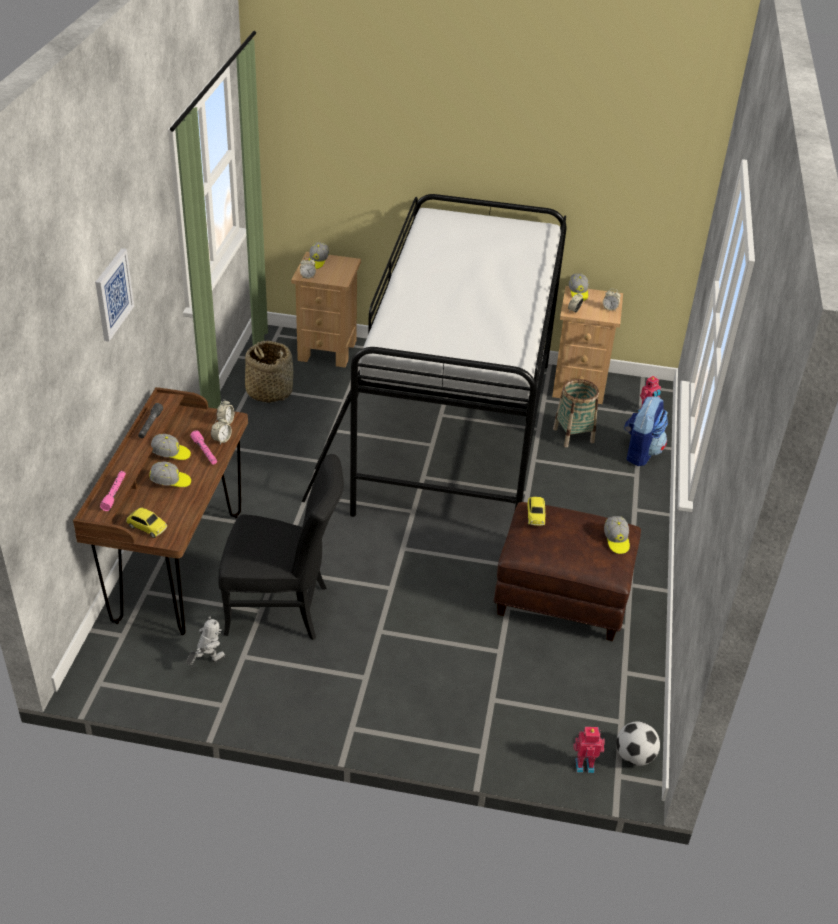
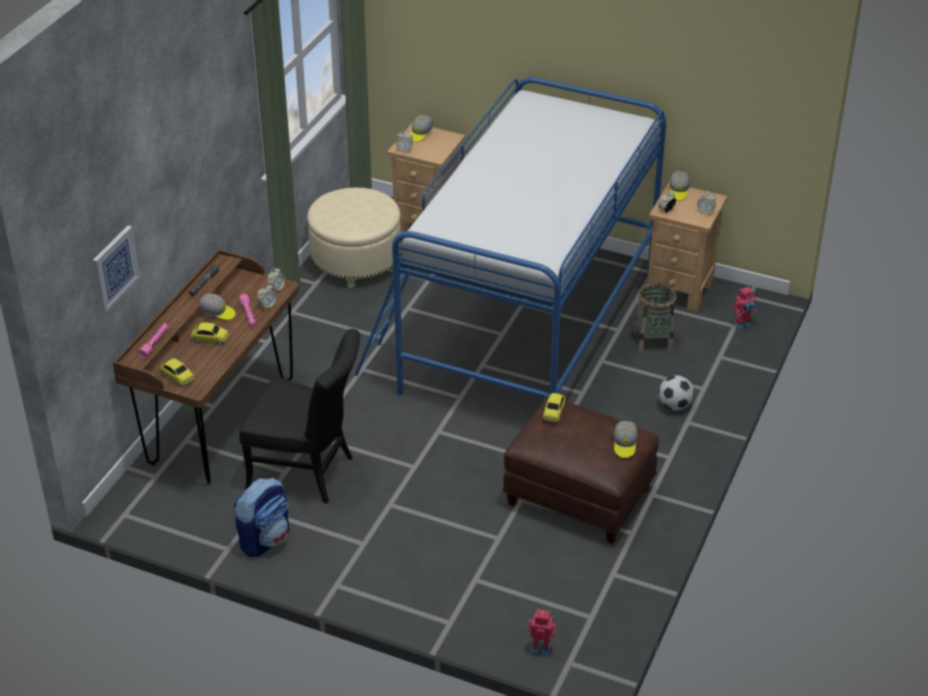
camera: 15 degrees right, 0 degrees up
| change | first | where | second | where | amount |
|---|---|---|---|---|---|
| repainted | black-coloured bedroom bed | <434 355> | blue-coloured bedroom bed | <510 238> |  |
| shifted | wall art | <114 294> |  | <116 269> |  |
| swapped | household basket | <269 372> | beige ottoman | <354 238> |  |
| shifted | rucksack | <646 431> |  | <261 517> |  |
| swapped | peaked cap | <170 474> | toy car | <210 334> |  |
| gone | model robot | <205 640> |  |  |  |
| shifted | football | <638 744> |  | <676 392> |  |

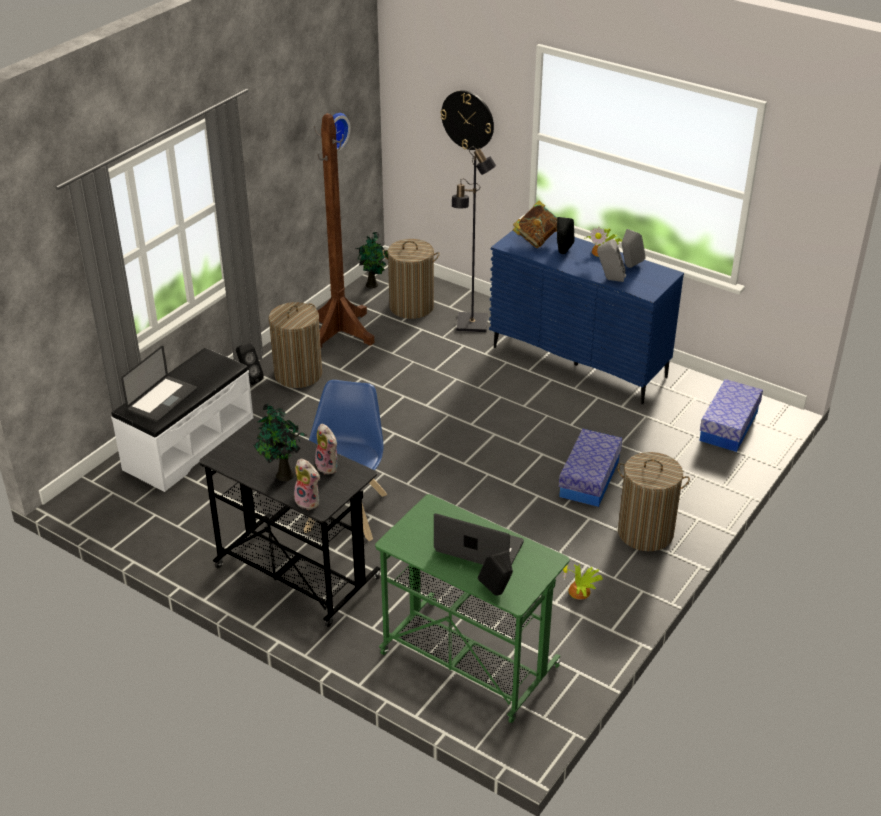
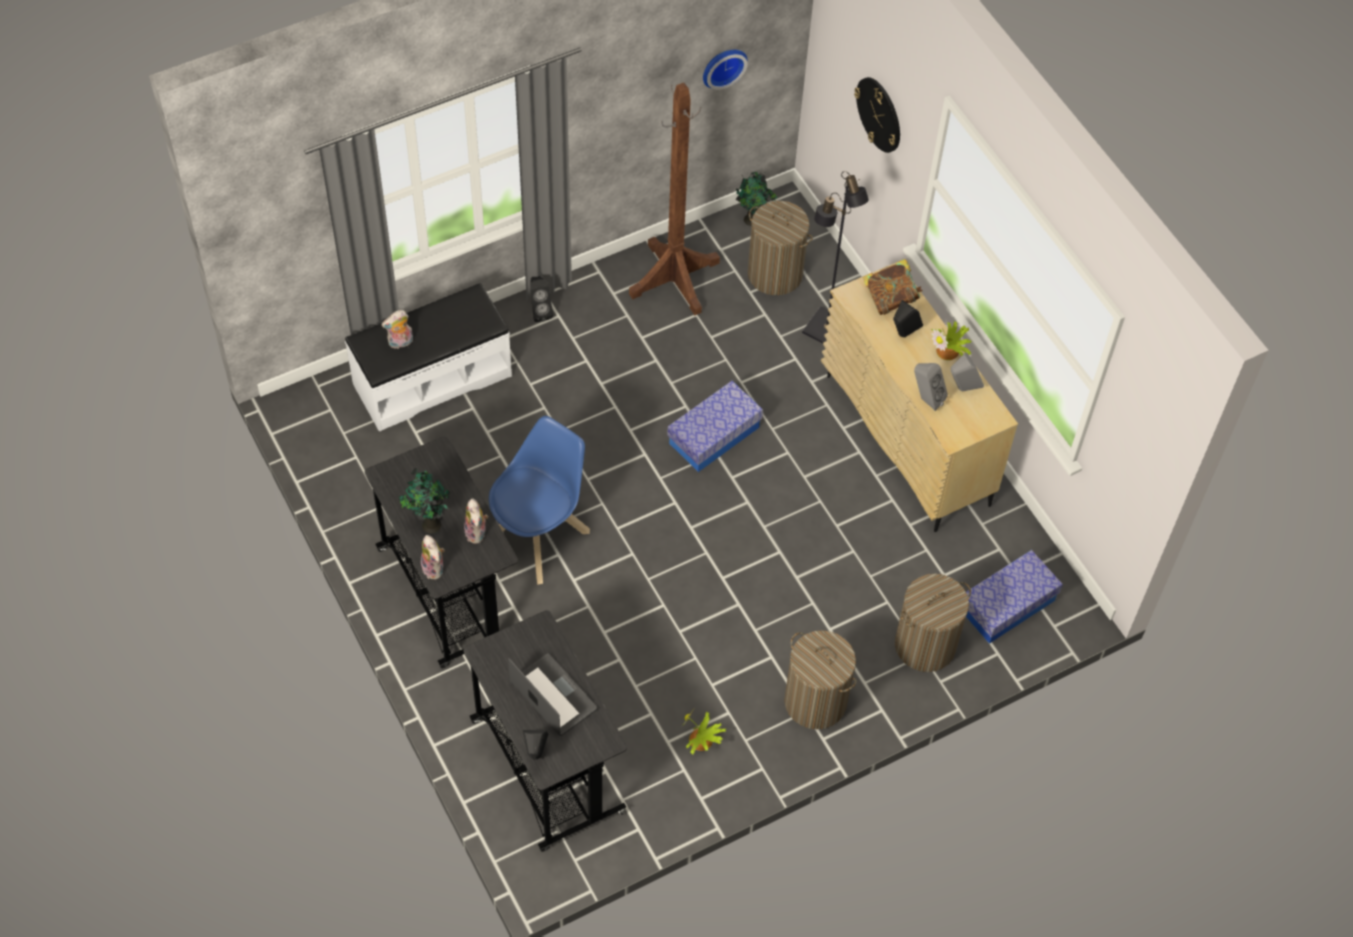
camera: 25 degrees right, 20 degrees up
| change | first | where | second | where | amount |
|---|---|---|---|---|---|
| repainted | blue-coloured drawer chest | <586 317> | beige drawer chest | <919 396> |  |
| shifted | laundry basket | <295 345> |  | <933 623> |  |
| swapped | laptop | <159 384> | cuddly toy | <397 329> |  |
| shifted | storage box | <590 468> |  | <715 426> |  |
| repainted | green desk unit | <472 608> | black-coloured desk unit | <545 731> |  |

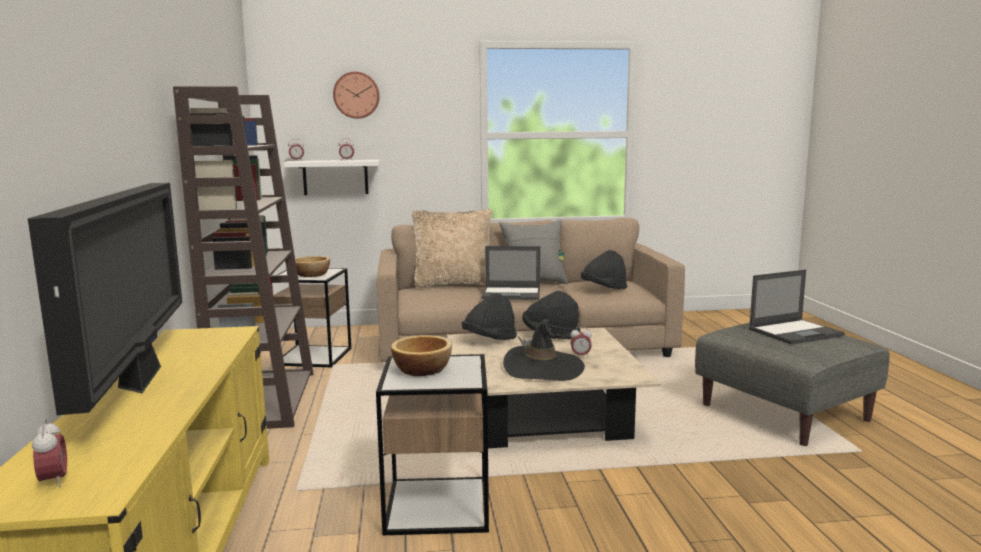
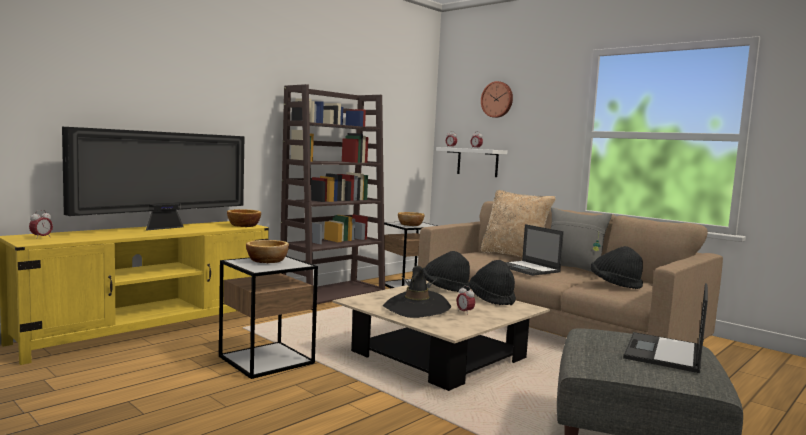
camera: 50 degrees right, 5 degrees down
| change | first | where | second | where | amount |
|---|---|---|---|---|---|
| rotated | laptop | <797 307> |  | <665 328> | 90 degrees clockwise |
| new |  |  | serving bowl | <244 218> |  |

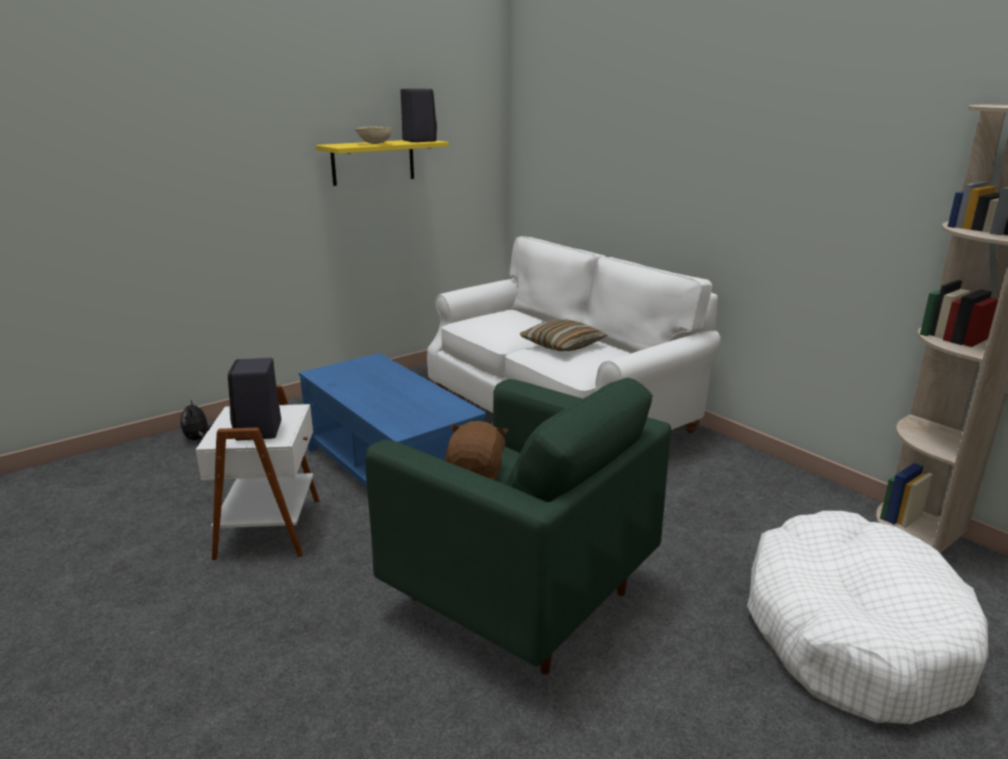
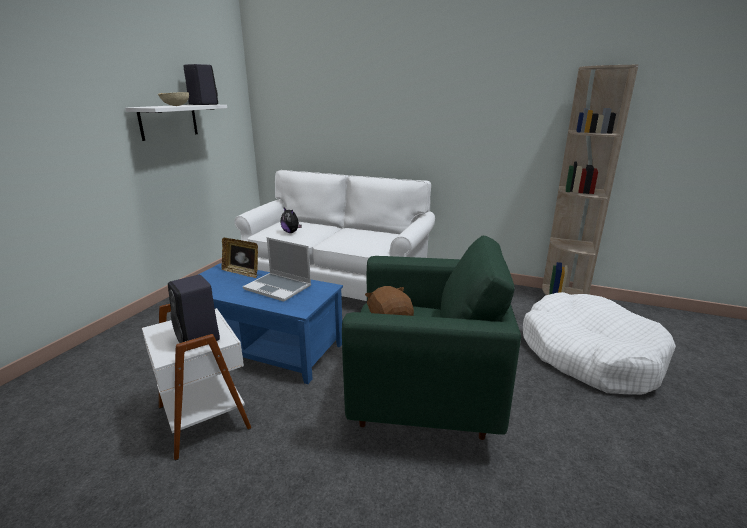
camera: 30 degrees left, 0 degrees up
| change | first | where | second | where | amount |
|---|---|---|---|---|---|
| repainted | yellowish bracket shelf | <382 163> | white-coloured bracket shelf | <176 123> |  |
| gone | cushion | <563 335> |  |  |  |
| shifted | cuddly toy | <196 419> |  | <291 220> |  |
| new |  |  | laptop | <277 269> |  |
| new |  |  | photo frame | <239 258> |  |

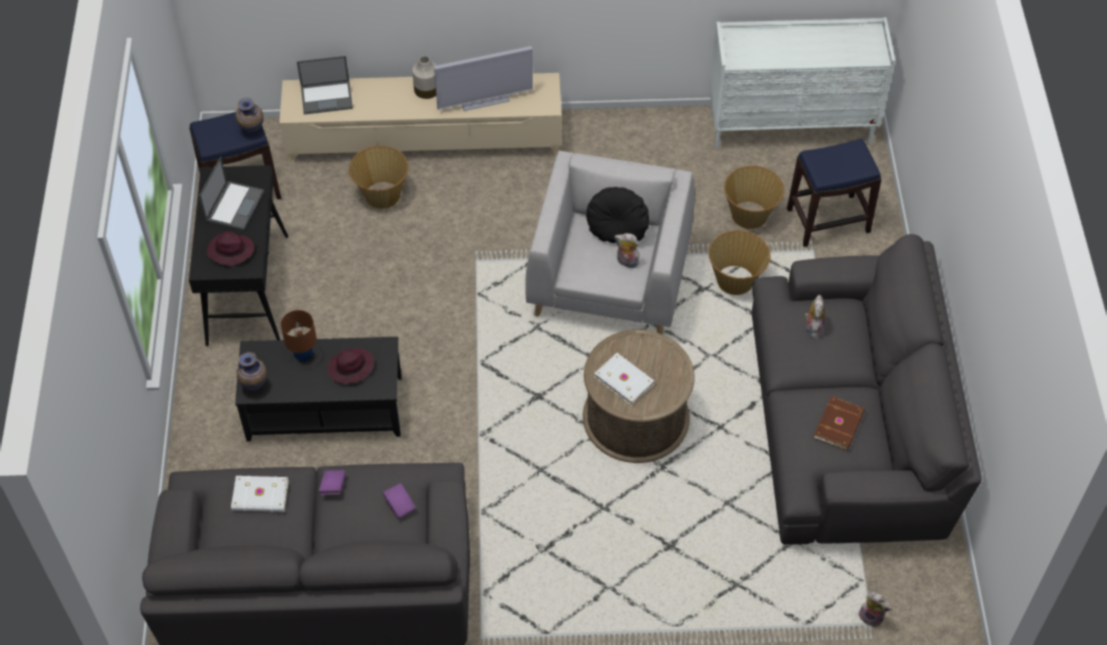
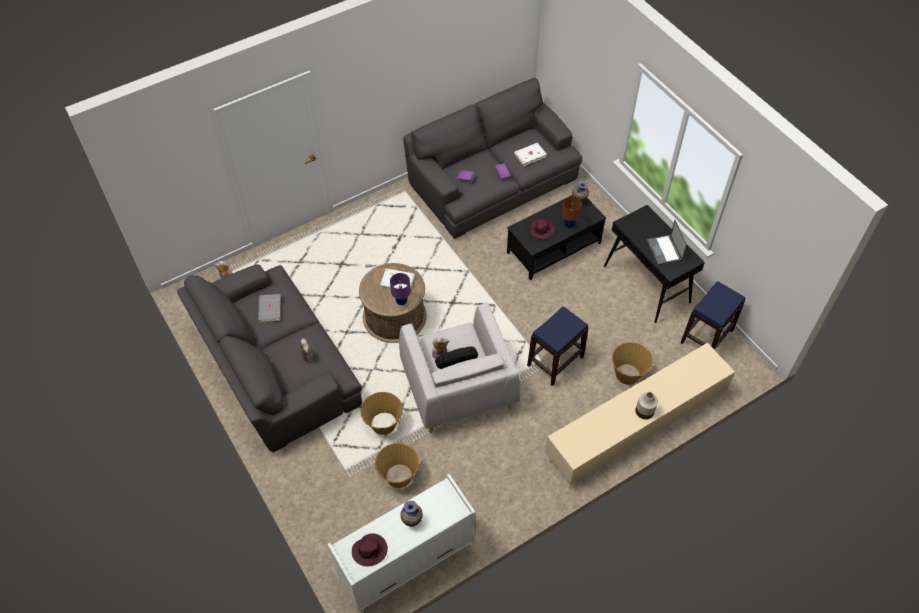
camera: 150 degrees right, 0 degrees up
| change | first | where | second | where | amount |
|---|---|---|---|---|---|
| gone | TV | <483 78> |  |  |  |
| gone | laptop | <325 85> |  |  |  |
| shifted | decorative vase | <249 114> |  | <411 514> |  |
| shifted | sitting stool | <834 193> |  | <558 346> |  |
| shifted | purple clothing hat | <230 248> |  | <370 549> |  |
| repainted | brownish book | <839 423> | greyish book | <269 308> |  |
| new |  |  | purple table lamp | <400 289> |  |

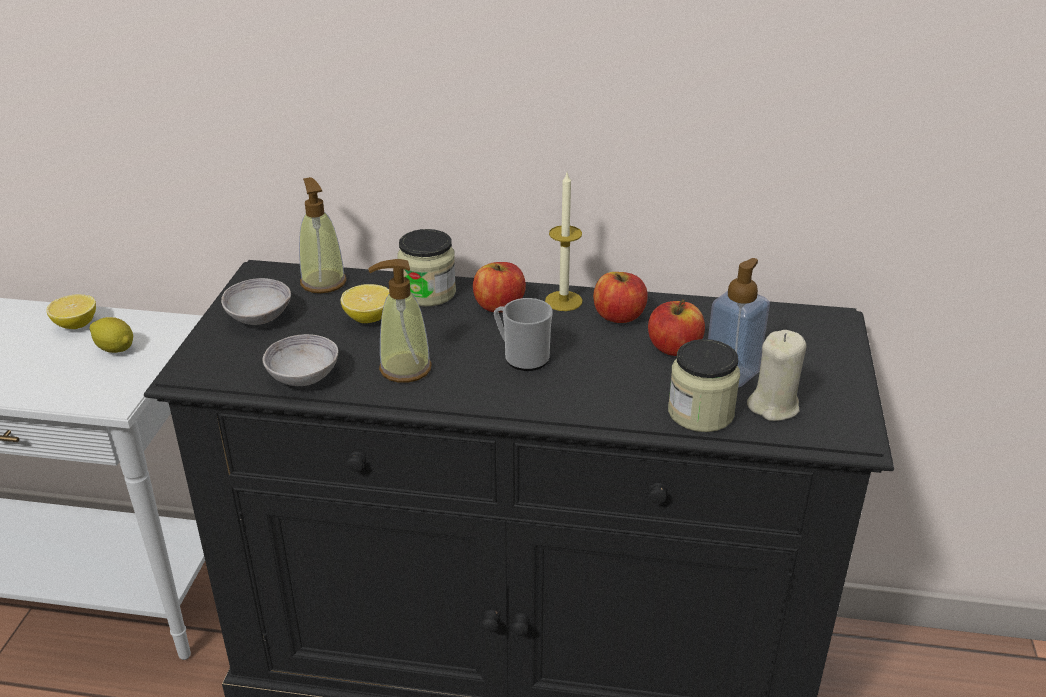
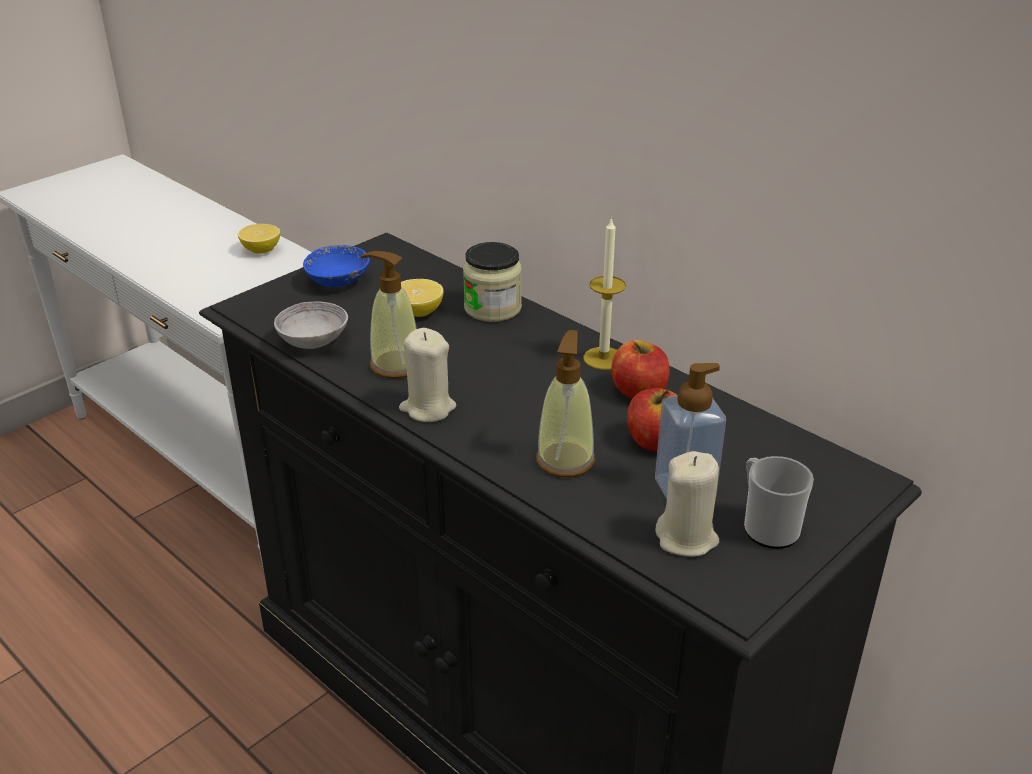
camera: 35 degrees right, 0 degrees up
| change | first | where | second | where | amount |
|---|---|---|---|---|---|
| shifted | soap bottle | <323 235> |  | <565 403> |  |
| gone | apple fruit | <499 287> |  |  |  |
| repainted | greyish serving bowl | <256 301> | blue-coloured serving bowl | <336 266> |  |
| shifted | coffee mug | <523 334> |  | <779 502> |  |
| gone | whole lemon | <111 335> |  |  |  |
| gone | storage jar | <704 385> |  |  |  |
| new |  |  | beige wax candle | <427 375> |  |

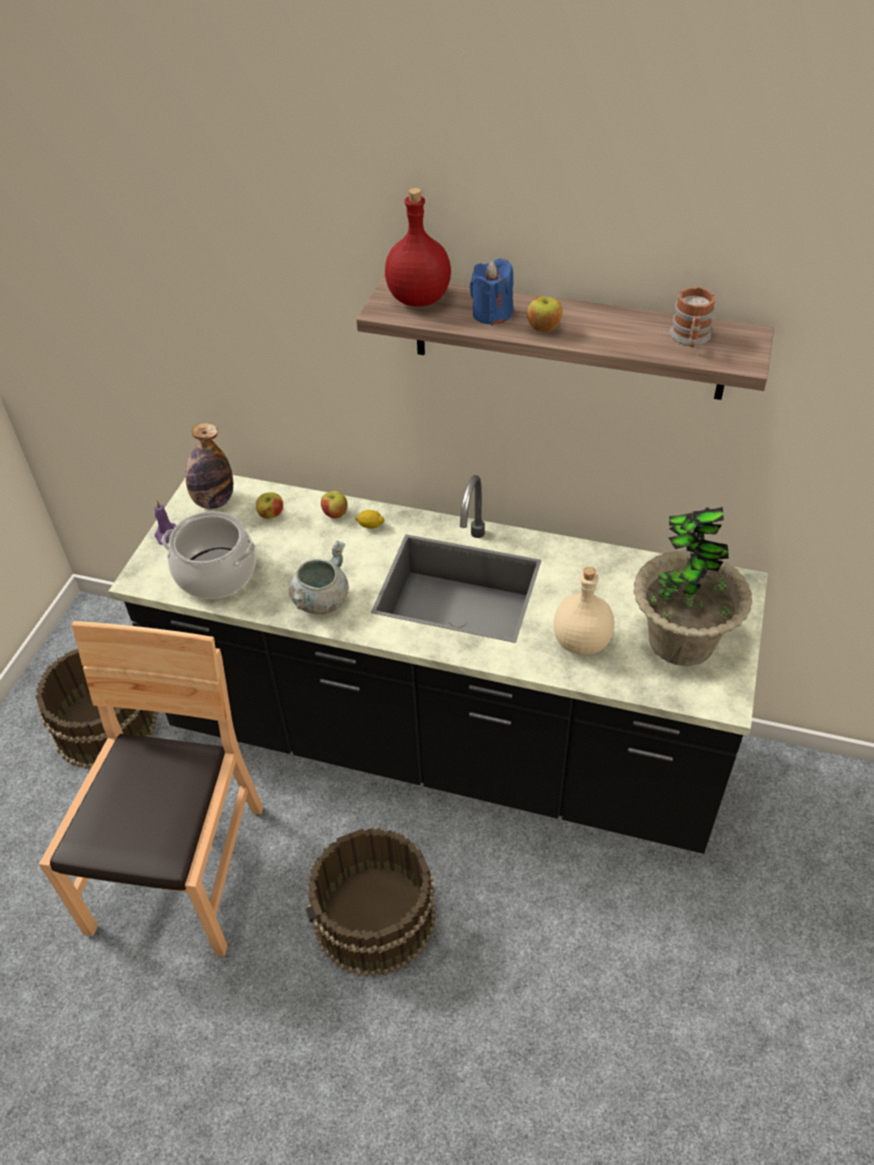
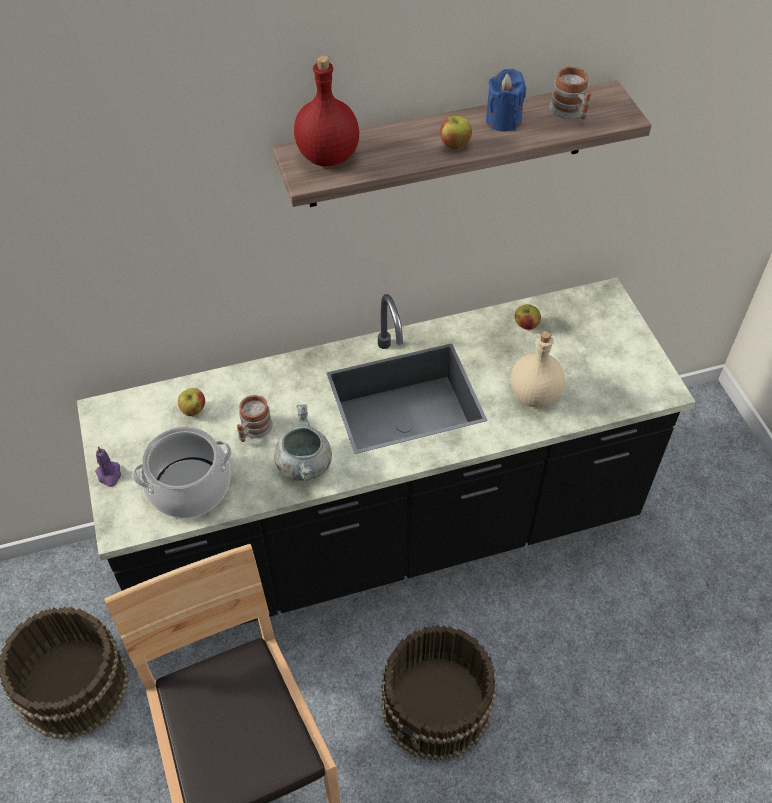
camera: 35 degrees left, 5 degrees up
| change | first | where | second | where | amount |
|---|---|---|---|---|---|
| shifted | blue-coloured wax candle | <491 292> |  | <506 100> |  |
| gone | drink bottle | <209 466> |  |  |  |
| shifted | apple fruit | <334 505> |  | <528 317> |  |
| gone | houseplant | <693 586> |  |  |  |
| gone | whole lemon | <370 519> |  |  |  |
| new |  |  | coffee mug | <255 418> |  |

